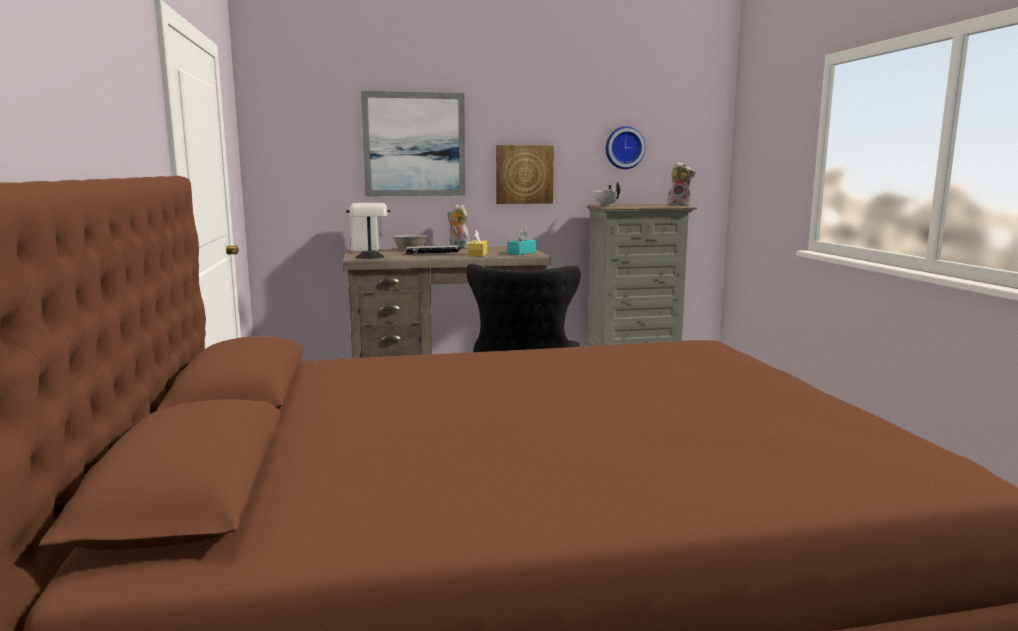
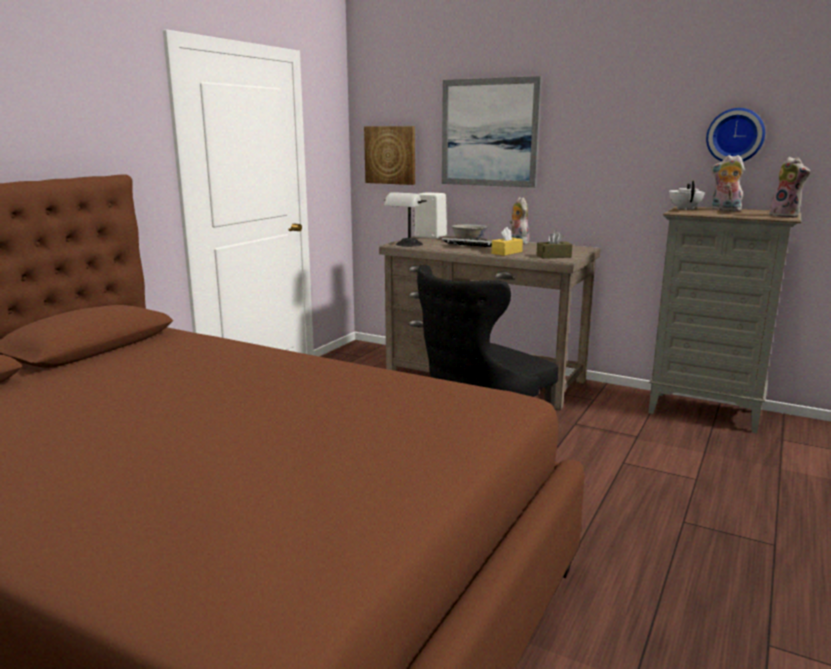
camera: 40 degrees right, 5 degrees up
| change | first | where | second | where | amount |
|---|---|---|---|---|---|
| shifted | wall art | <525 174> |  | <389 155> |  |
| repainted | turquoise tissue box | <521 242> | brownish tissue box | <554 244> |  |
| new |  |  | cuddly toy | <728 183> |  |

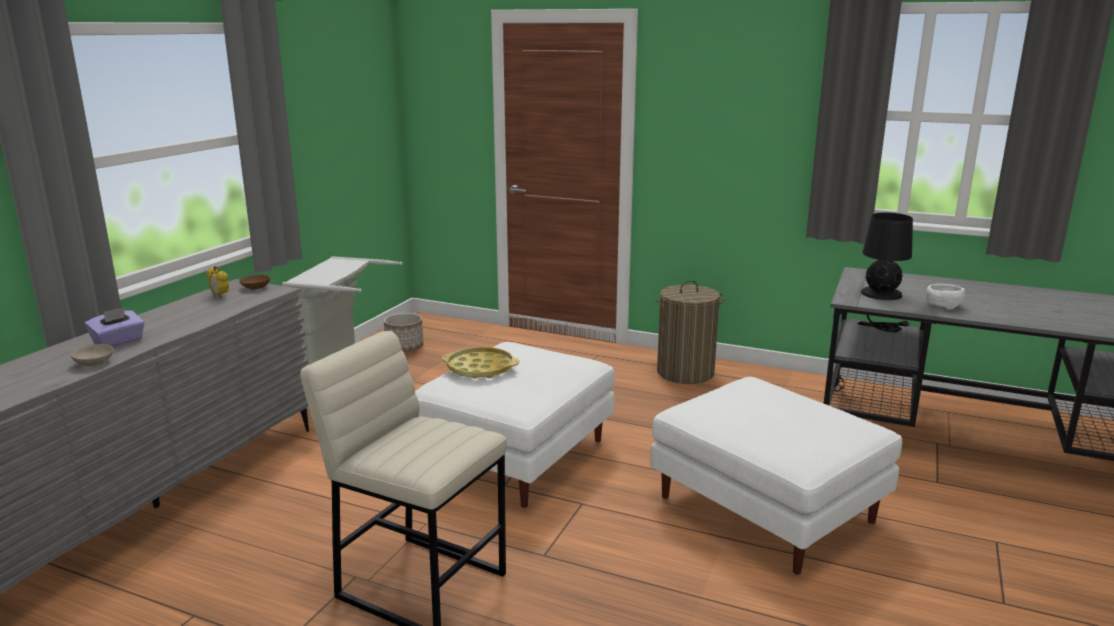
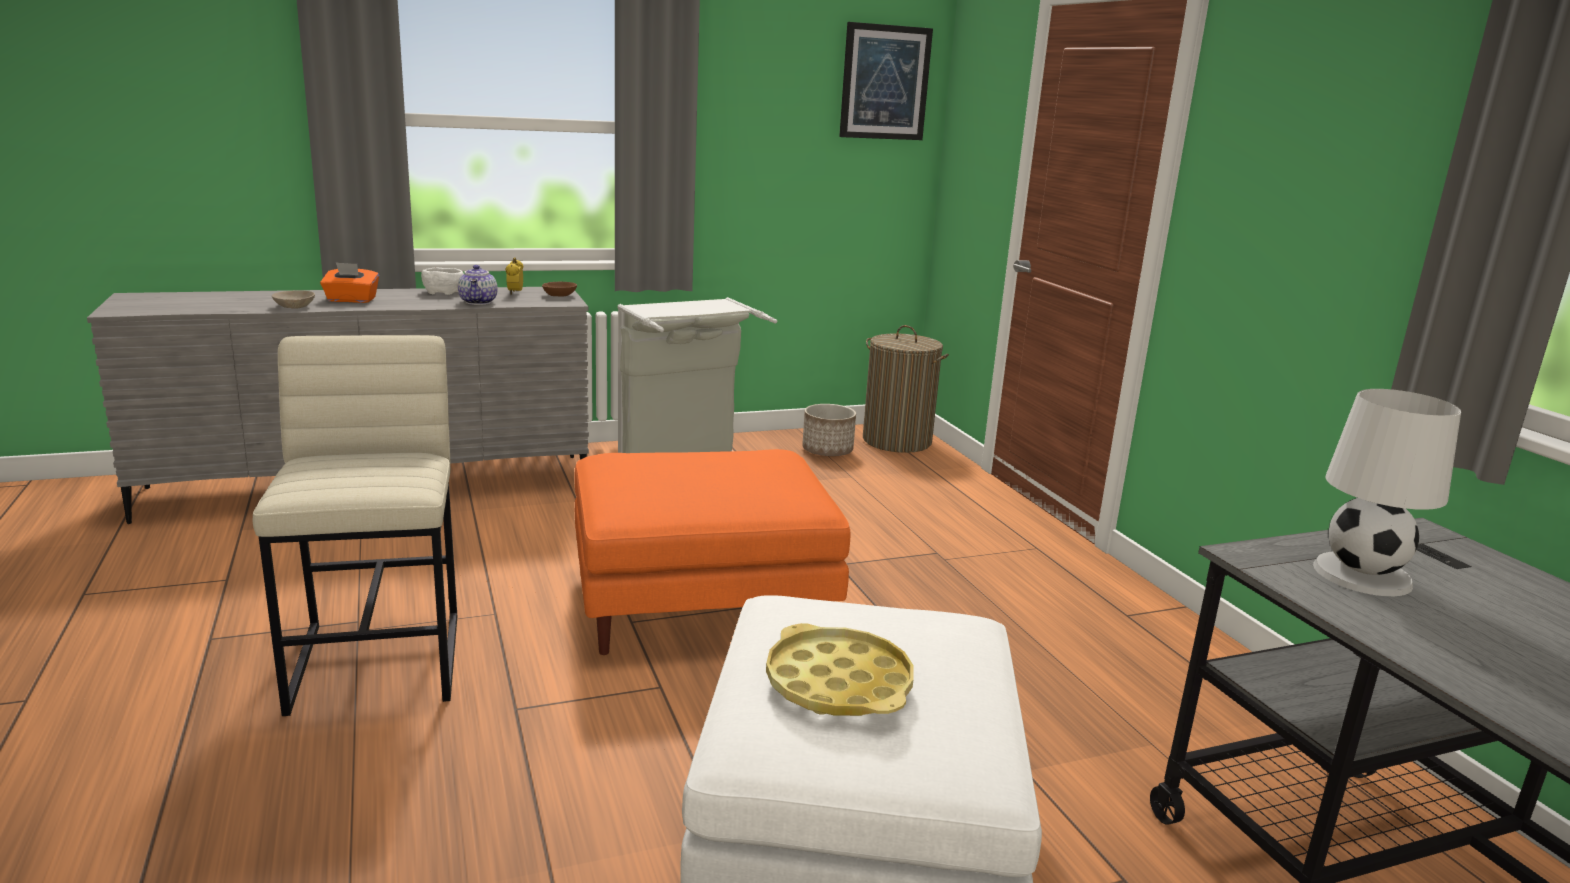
camera: 45 degrees right, 0 degrees up
| change | first | where | second | where | amount |
|---|---|---|---|---|---|
| repainted | black-coloured table lamp | <887 256> | white-coloured table lamp | <1387 492> |  |
| shifted | laundry basket | <689 332> |  | <906 389> |  |
| shifted | white-coloured serving bowl | <945 297> |  | <442 281> |  |
| repainted | purple tissue box | <115 327> | orange-coloured tissue box | <349 282> |  |
| repainted | white-coloured ottoman | <515 425> | orange-coloured ottoman | <712 552> |  |
| shifted | yellowish carrying tray | <480 362> |  | <840 669> |  |
| new |  |  | wall art | <886 81> |  |
| new |  |  | teapot | <478 285> |  |

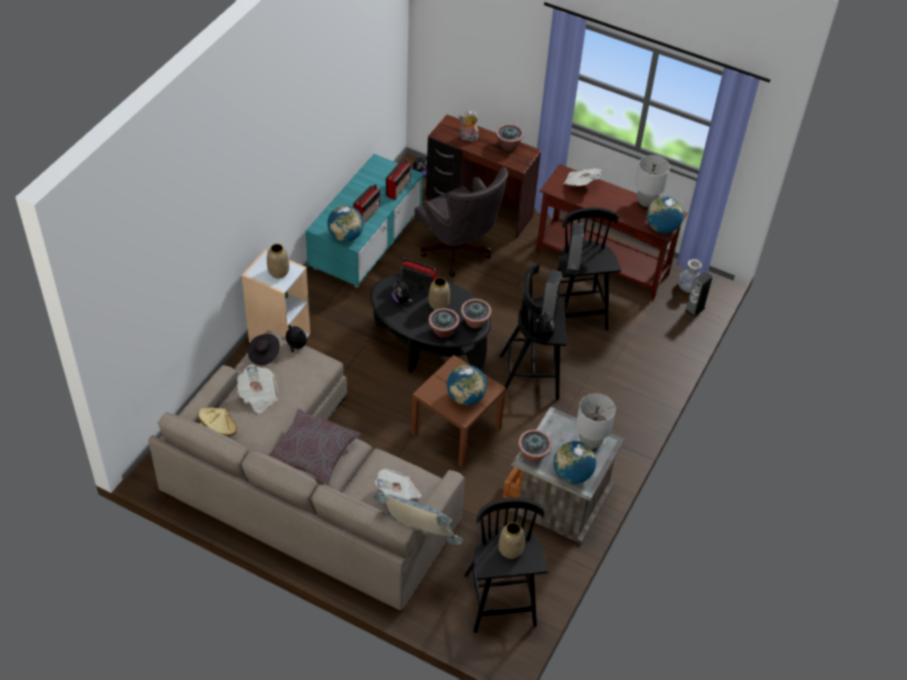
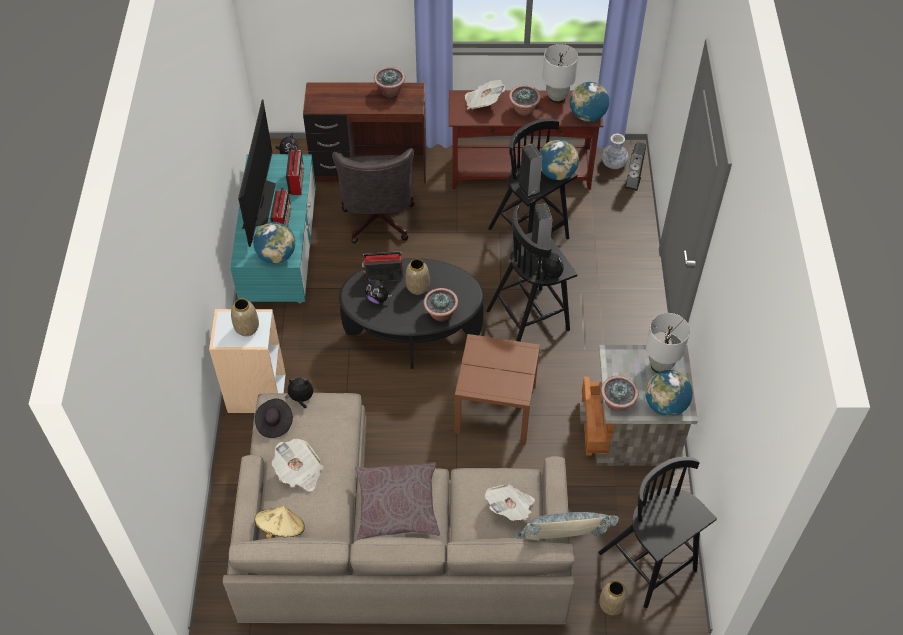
camera: 25 degrees left, 5 degrees up
| change | first | where | second | where | amount |
|---|---|---|---|---|---|
| gone | cuddly toy | <468 126> |  |  |  |
| rotated | greyish desk chair | <461 222> |  | <373 195> | 60 degrees clockwise |
| shifted | houseplant | <476 313> |  | <525 100> |  |
| shifted | globe | <467 385> |  | <559 159> |  |
| shifted | decorative vase | <512 540> |  | <613 598> |  |
| new |  |  | TV | <257 173> |  |

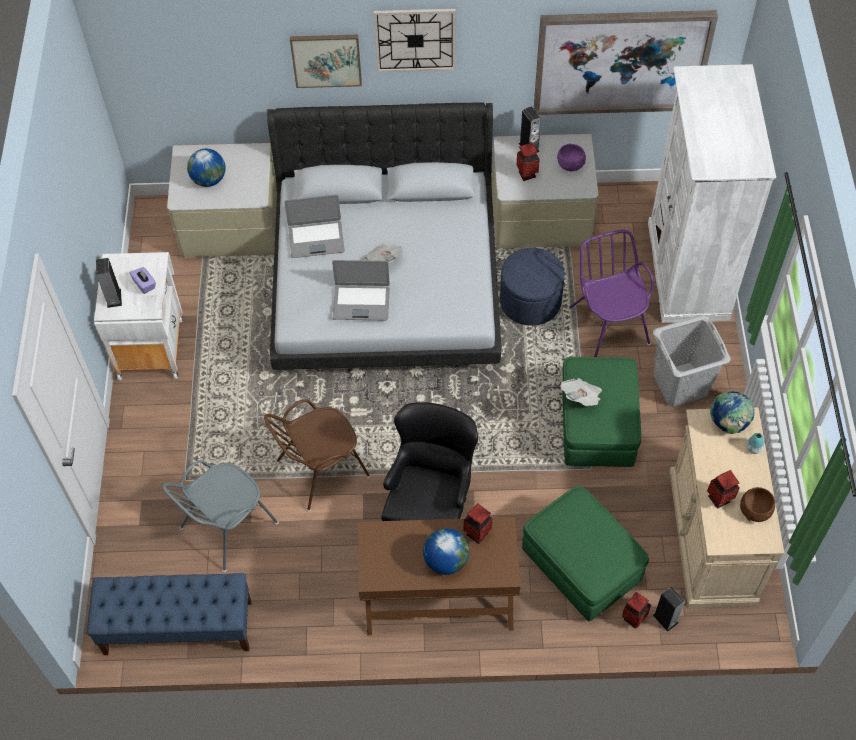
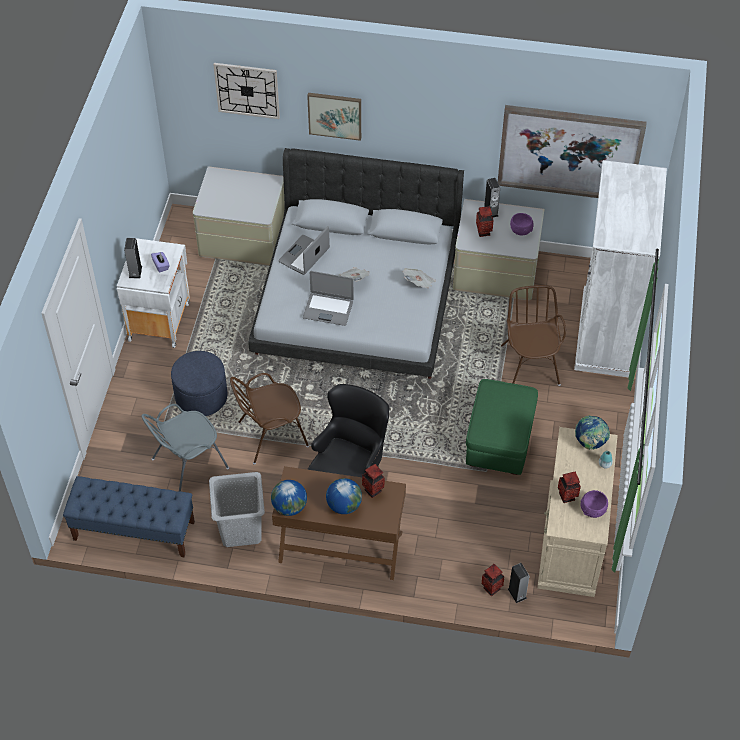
camera: 10 degrees right, 5 degrees down
| change | first | where | second | where | amount |
|---|---|---|---|---|---|
| shifted | wall clock | <415 40> |  | <246 91> |  |
| shifted | globe | <206 168> |  | <289 498> |  |
| rotated | laptop | <314 226> |  | <304 250> | 120 degrees clockwise |
| repainted | purple plain chair | <611 293> | brownish plain chair | <533 335> |  |
| shifted | blue-coloured ottoman | <532 287> |  | <199 383> |  |
| shifted | greyish laundry basket | <691 361> |  | <237 509> |  |
| shifted | newspaper | <581 392> |  | <419 278> |  |
| gone | green ottoman | <585 553> |  |  |  |
| repainted | brownish serving bowl | <757 504> | purple serving bowl | <594 504> |  |

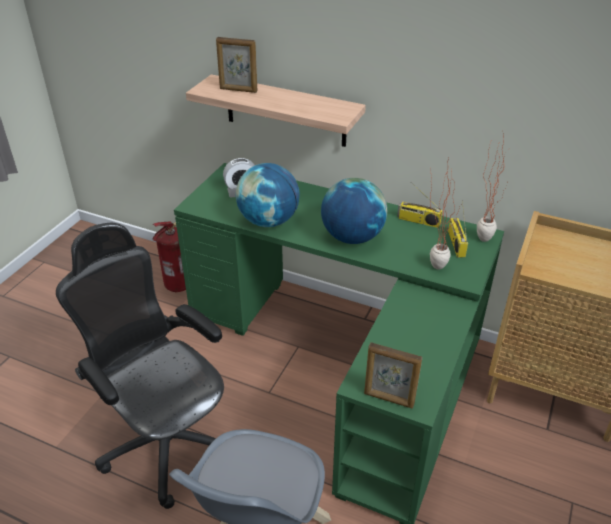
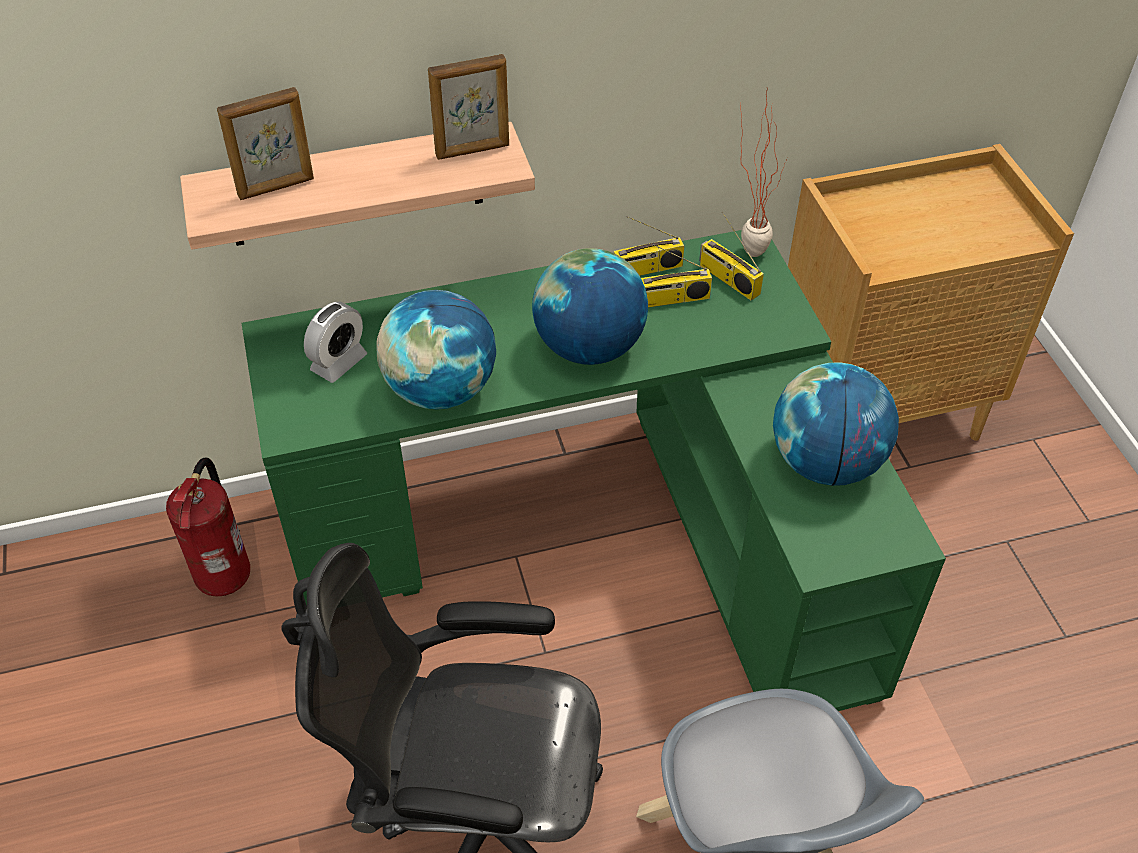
camera: 40 degrees left, 10 degrees up
| change | first | where | second | where | amount |
|---|---|---|---|---|---|
| gone | houseplant | <445 213> |  |  |  |
| shifted | photo frame | <393 375> |  | <468 107> |  |
| new |  |  | radio receiver | <676 275> |  |
| new |  |  | globe | <836 424> |  |

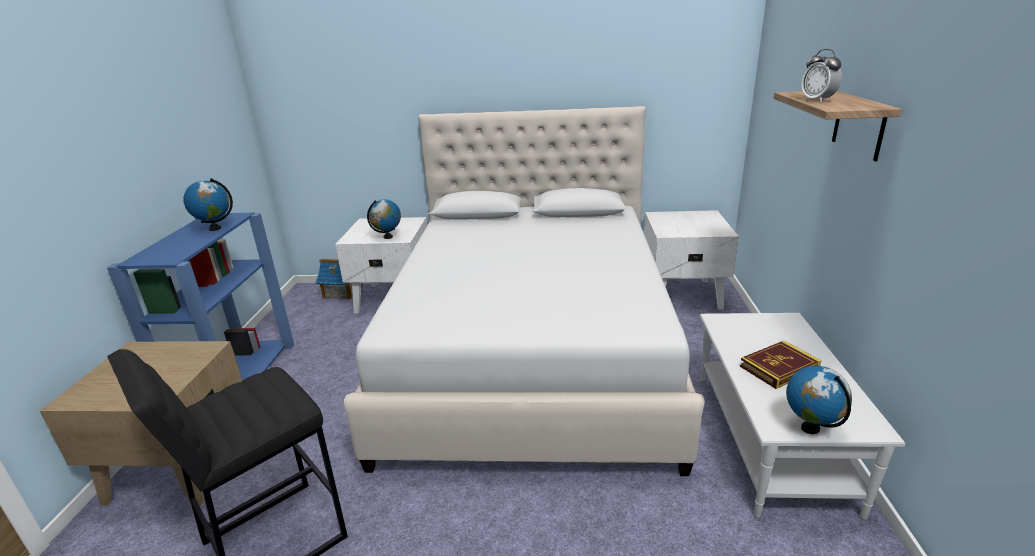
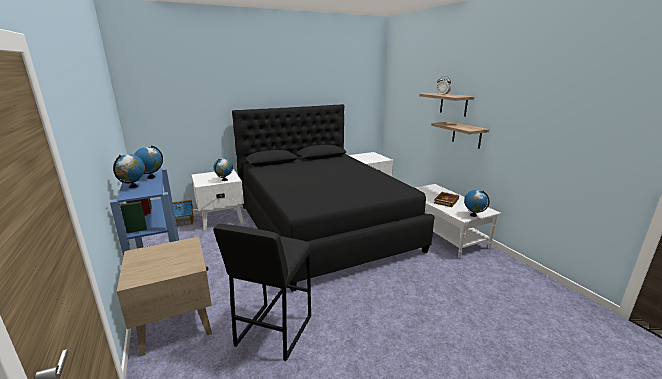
camera: 30 degrees left, 5 degrees down
| change | first | where | second | where | amount |
|---|---|---|---|---|---|
| repainted | white-coloured bedroom bed | <524 291> | black-coloured bedroom bed | <333 198> |  |
| new |  |  | bracket shelf | <460 135> |  |
| new |  |  | globe | <129 171> |  |

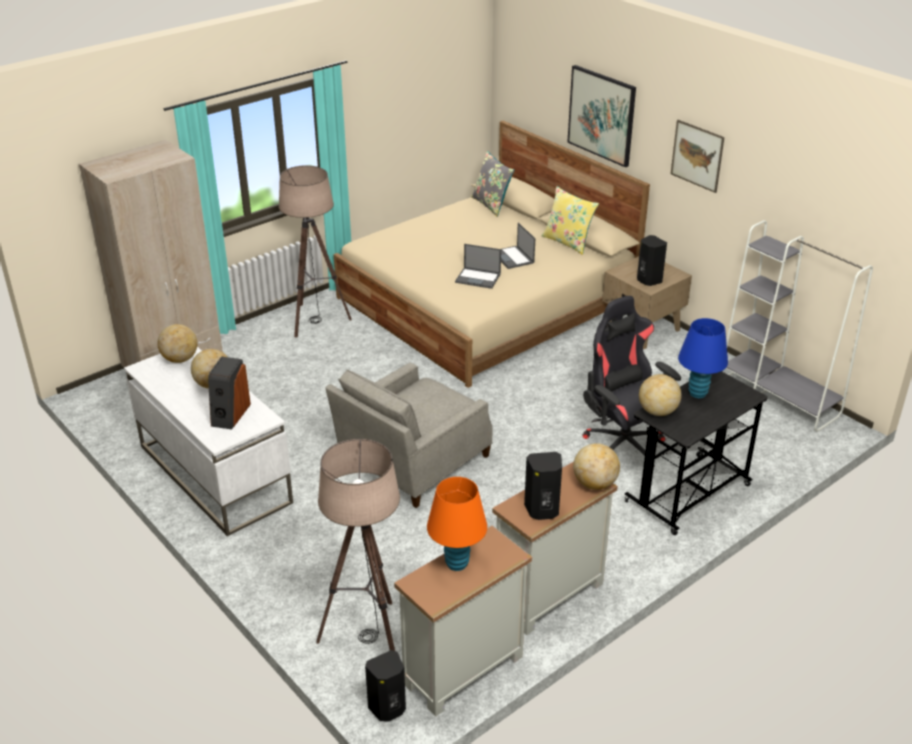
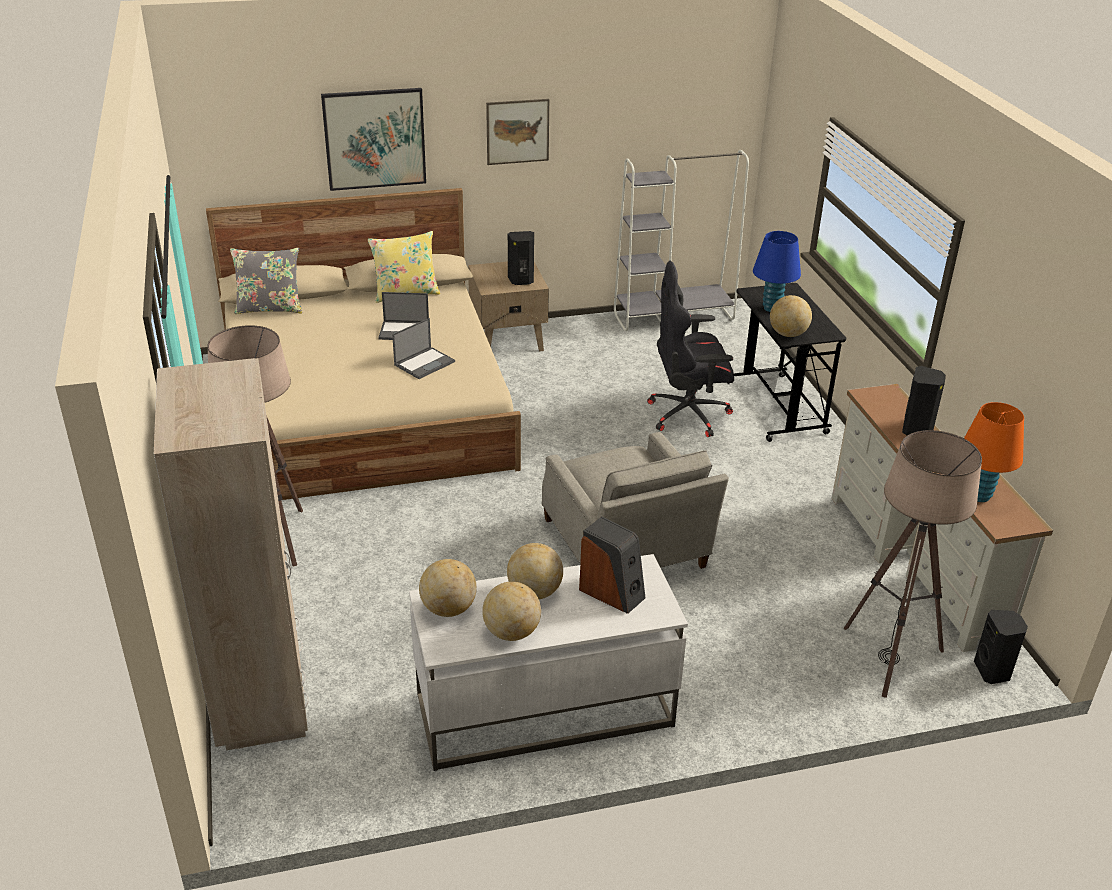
camera: 65 degrees left, 0 degrees up
| change | first | where | second | where | amount |
|---|---|---|---|---|---|
| shifted | globe | <596 466> |  | <511 611> |  |

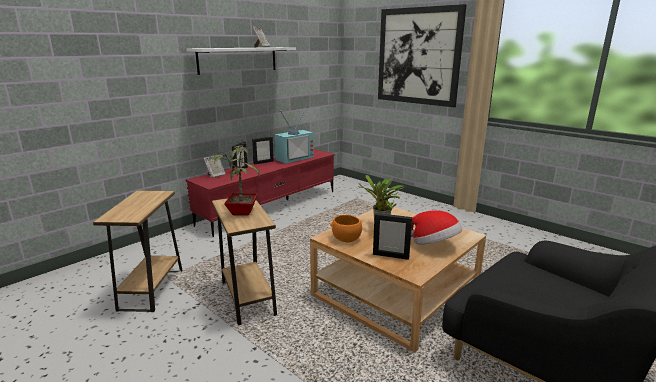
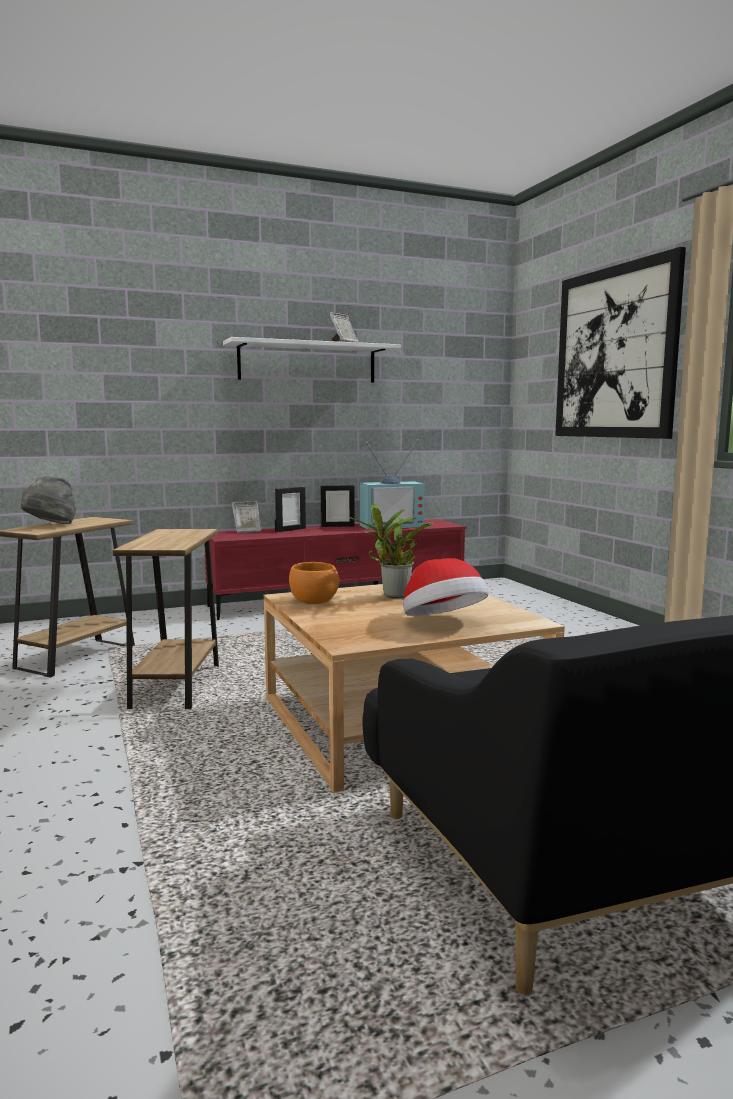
camera: 25 degrees right, 10 degrees down
| change | first | where | second | where | amount |
|---|---|---|---|---|---|
| gone | houseplant | <235 178> |  |  |  |
| gone | photo frame | <392 236> |  |  |  |
| new |  |  | greyish clothing hat | <48 500> |  |

